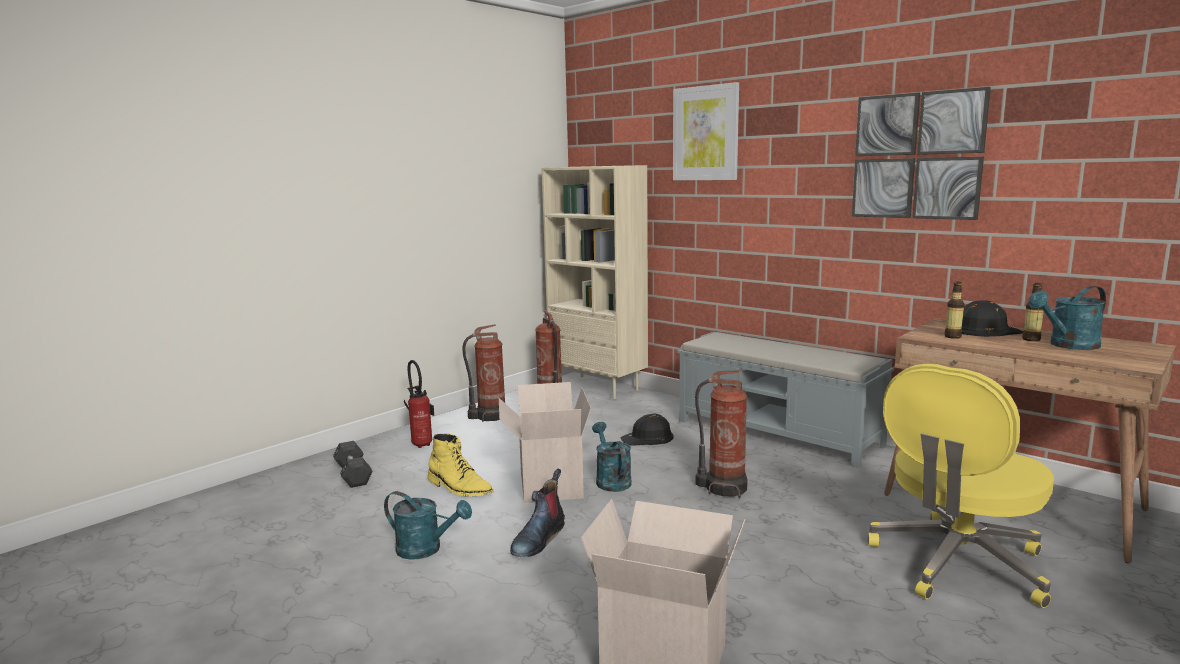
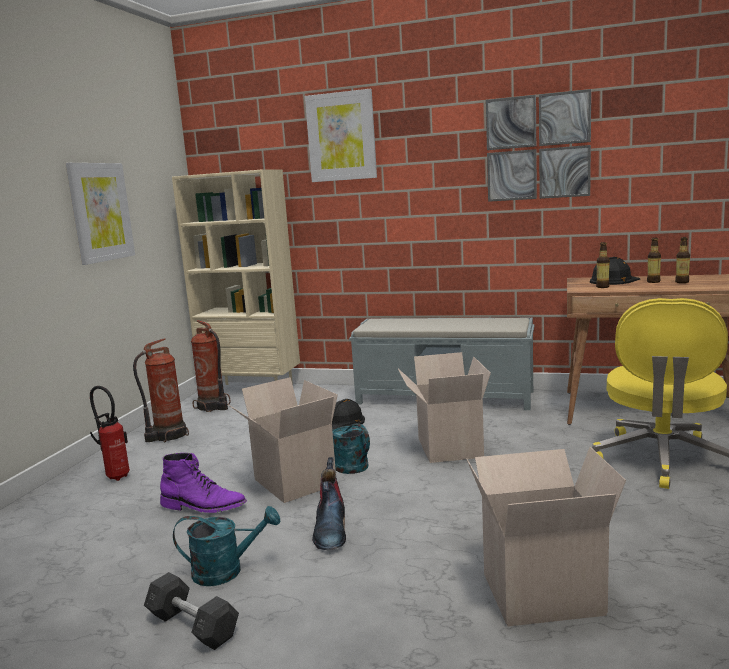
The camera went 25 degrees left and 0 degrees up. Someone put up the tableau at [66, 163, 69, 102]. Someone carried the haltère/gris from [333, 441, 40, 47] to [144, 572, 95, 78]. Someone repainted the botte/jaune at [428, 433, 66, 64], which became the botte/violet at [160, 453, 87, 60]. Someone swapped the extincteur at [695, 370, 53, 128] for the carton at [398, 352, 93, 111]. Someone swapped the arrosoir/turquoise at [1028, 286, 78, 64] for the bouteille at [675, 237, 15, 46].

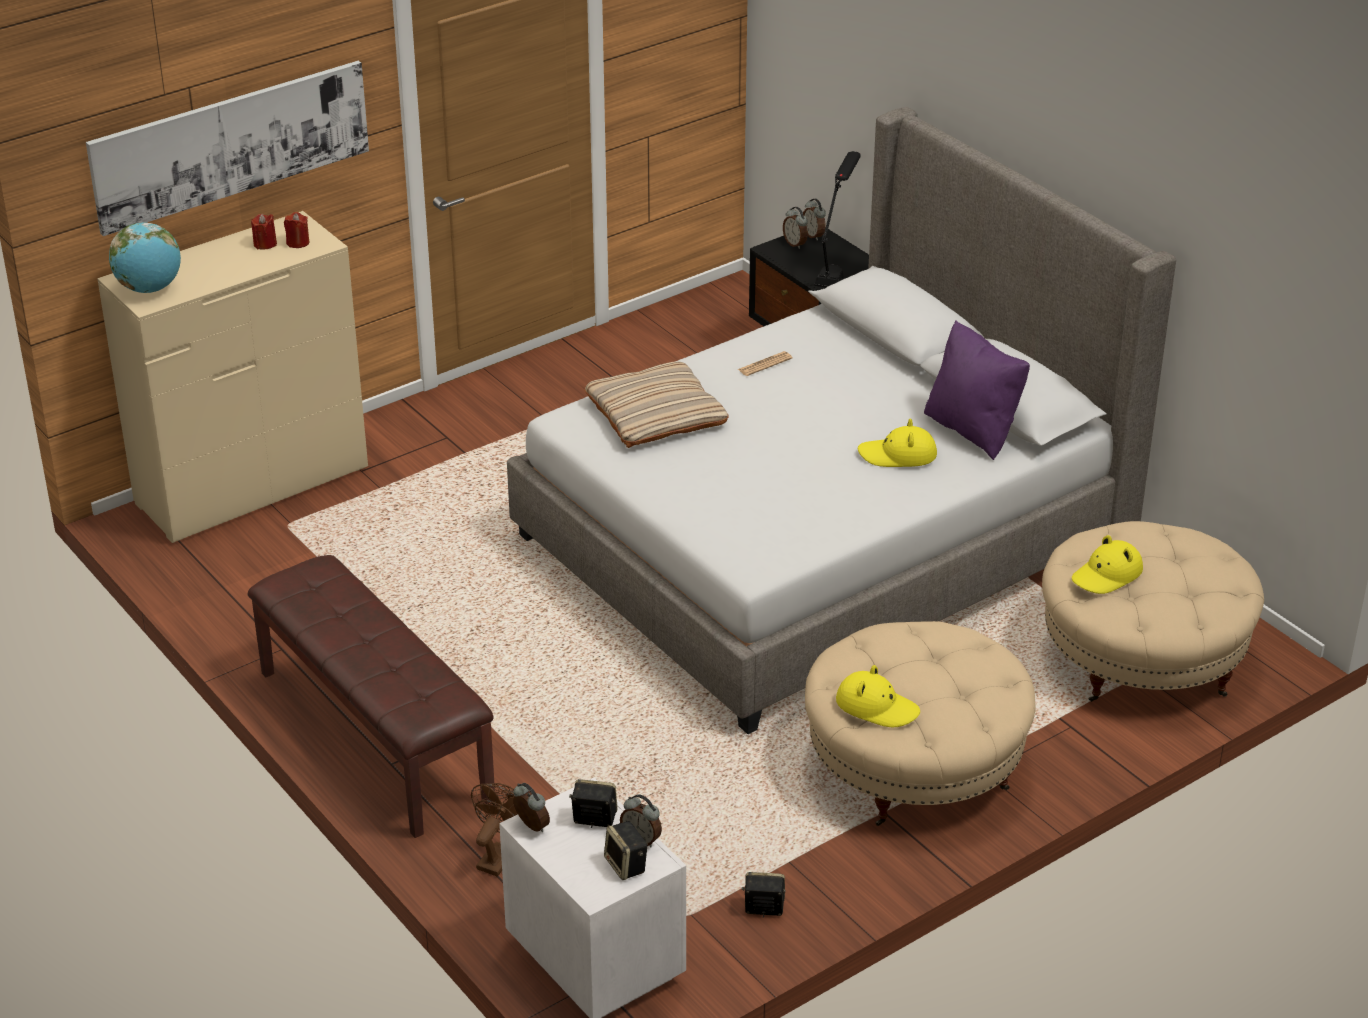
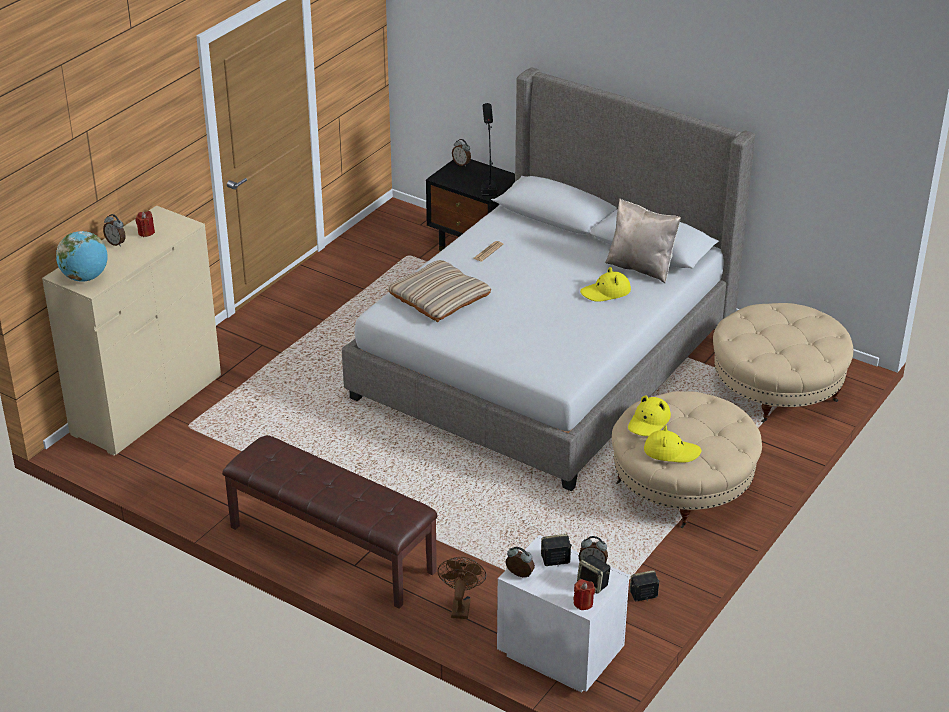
The camera went 20 degrees left and 0 degrees up. Someone carried the réveil from [783, 207, 25, 42] to [103, 214, 23, 33]. Someone carried the bougie/rouge from [284, 212, 26, 36] to [573, 579, 22, 31]. Someone repainted the coussin/violet at [924, 320, 106, 140], which became the coussin/beige at [605, 199, 76, 84]. Someone carried the chapeau/jaune from [1072, 535, 71, 59] to [628, 395, 43, 41]. Someone took away the tableau at [86, 61, 283, 175].

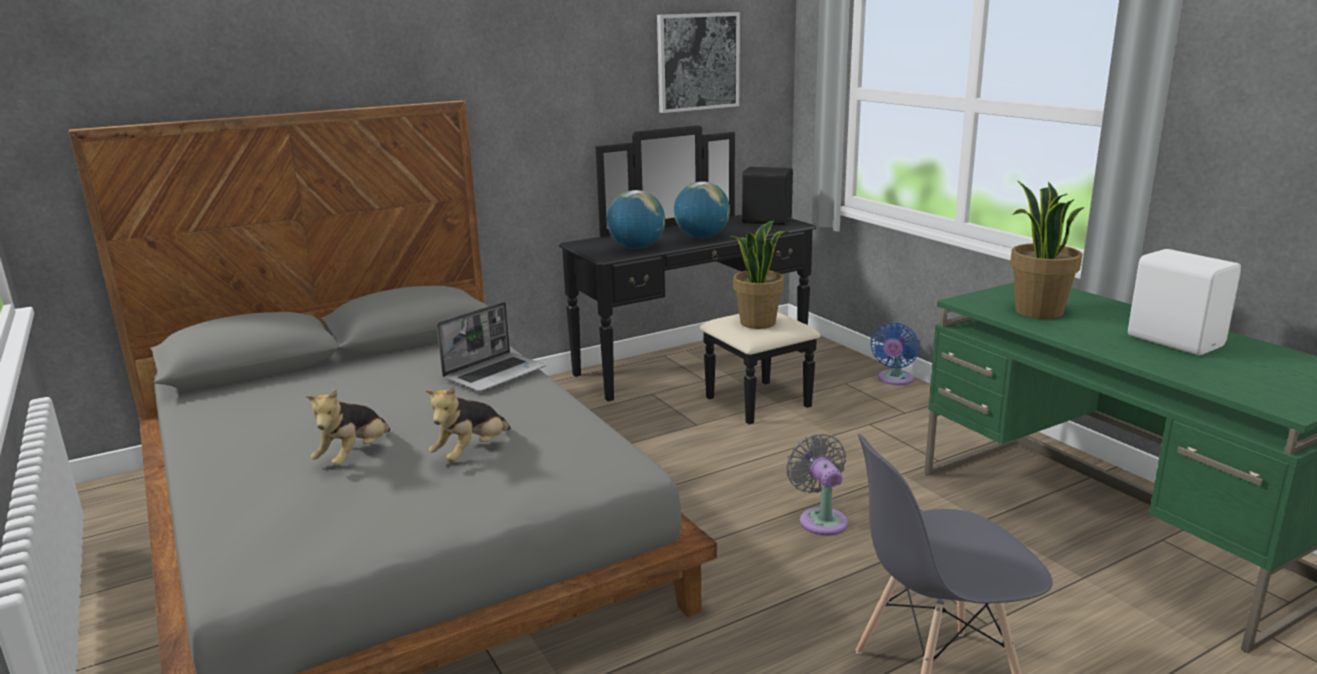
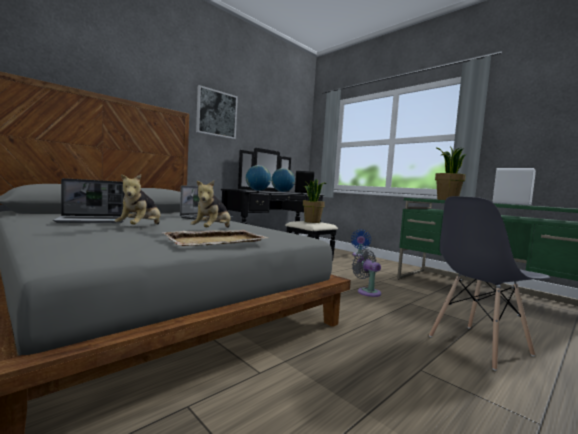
The camera went 15 degrees left and 15 degrees down. Someone put down the ordinateur portable at [53, 178, 72, 45]. Someone put down the plateau/beige at [162, 230, 107, 16]. Someone carried the tableau from [657, 12, 83, 101] to [196, 85, 42, 54].

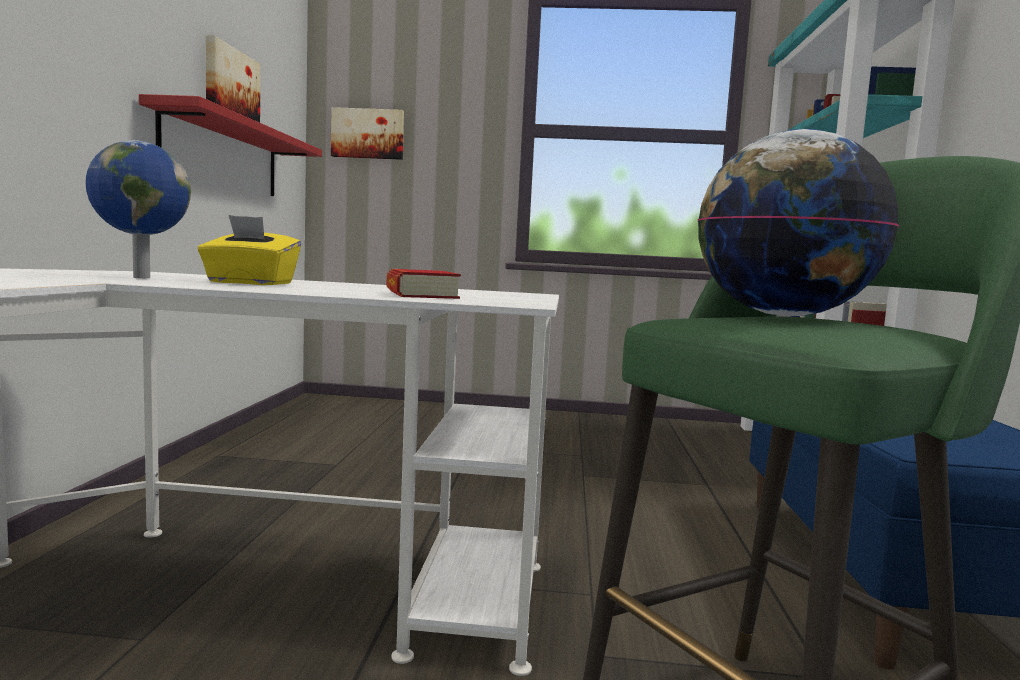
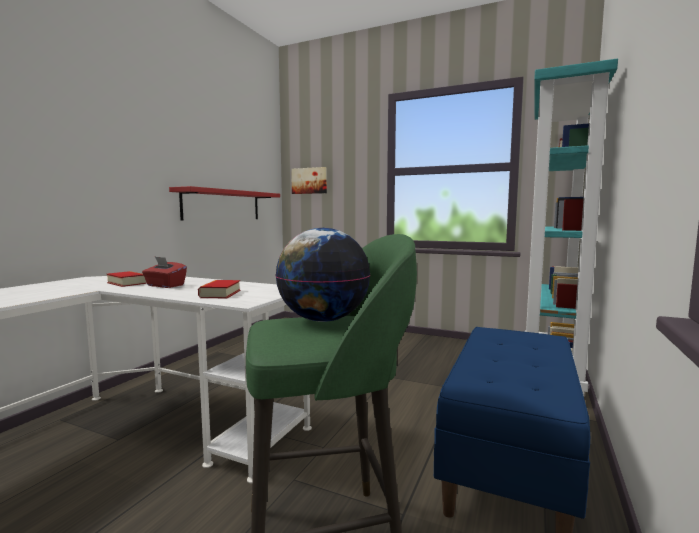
The camera went 20 degrees right and 0 degrees up. Someone swapped the globe at [85, 140, 106, 138] for the livre at [106, 271, 40, 16]. Someone repainted the boîte à mouchoirs/jaune at [198, 215, 103, 70], which became the boîte à mouchoirs/rouge at [142, 257, 45, 31]. Someone took away the tableau at [206, 35, 54, 87].

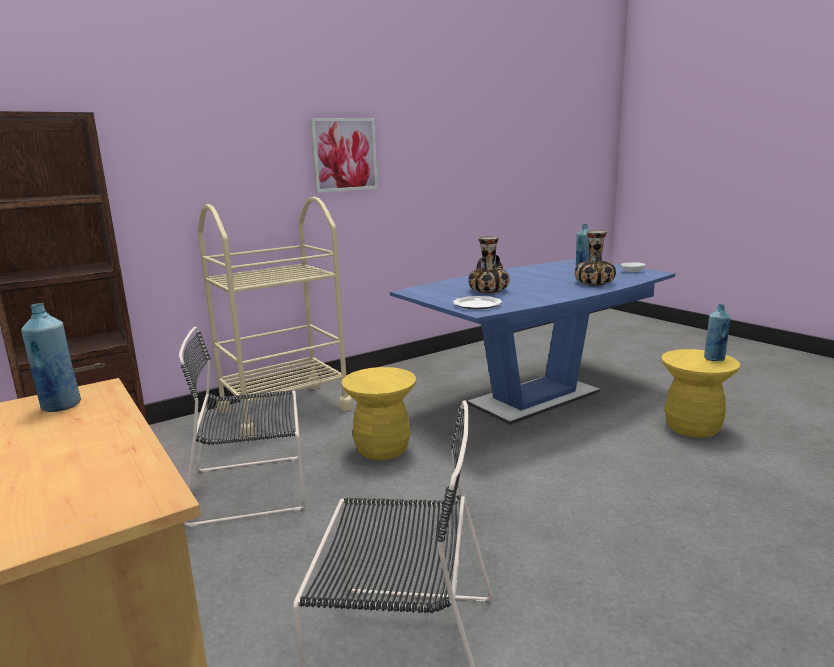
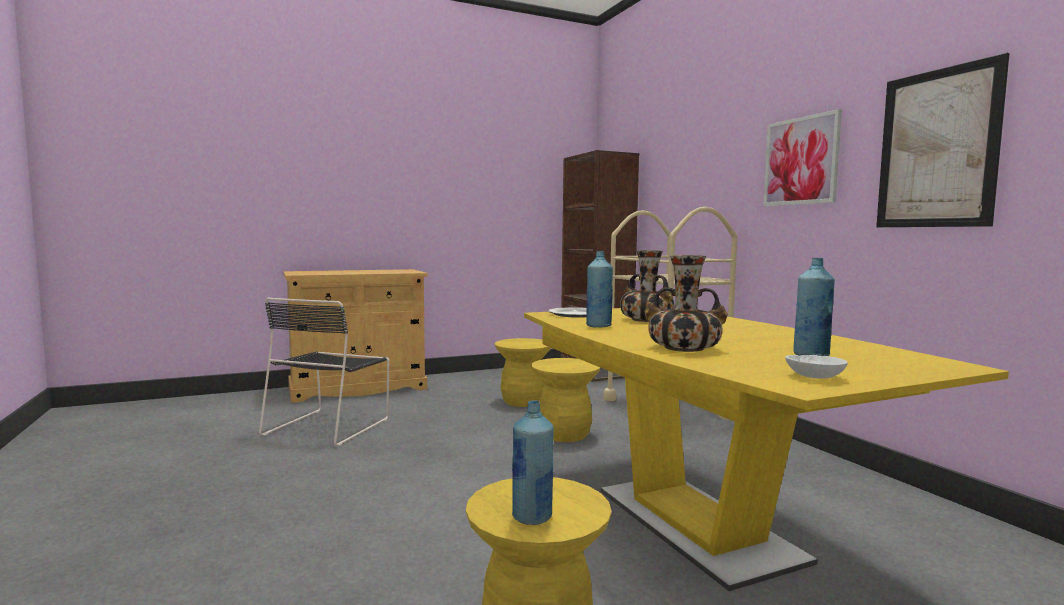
The camera went 100 degrees right and 10 degrees down. Someone swapped the chaise/noir at [179, 327, 127, 200] for the tabouret/jaune at [495, 338, 56, 69]. Someone repainted the table à manger/bleu at [390, 259, 285, 165], which became the table à manger/jaune at [524, 308, 485, 283]. Someone carried the bouteille/bleu from [21, 303, 60, 109] to [586, 251, 27, 77]. Someone put up the tableau at [876, 53, 134, 174].

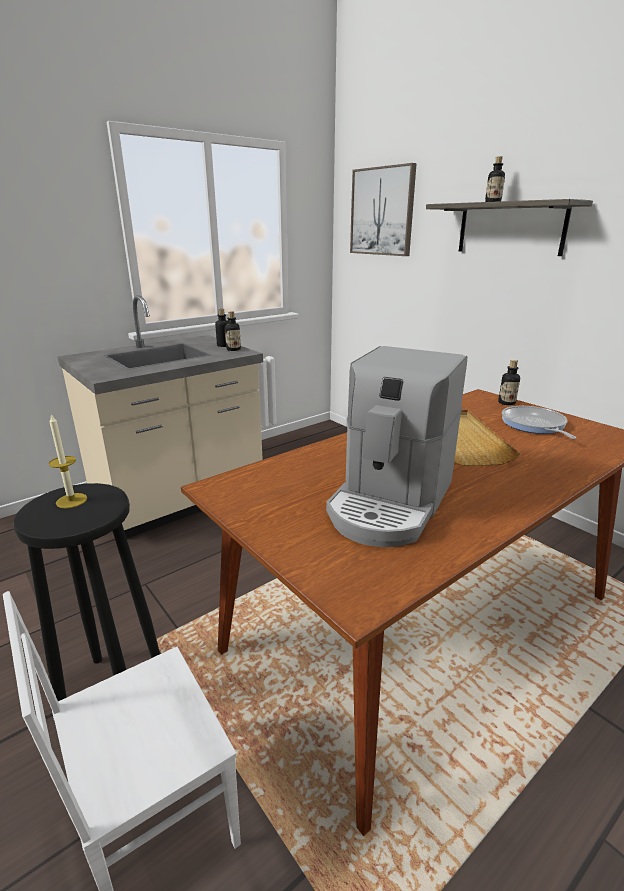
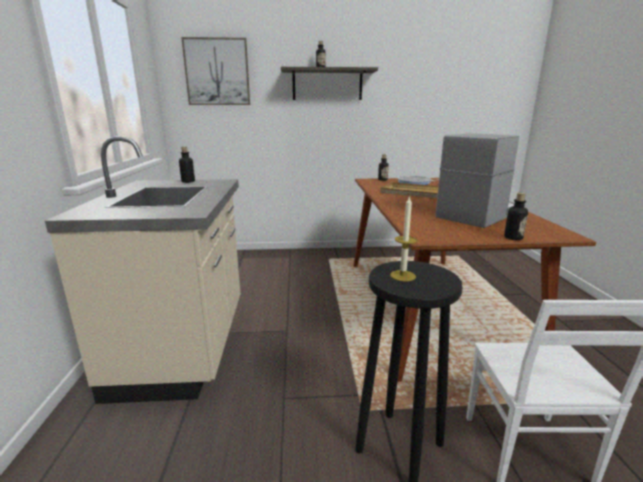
The camera went 55 degrees left and 5 degrees down. Someone rotated the machine à café at [326, 346, 141, 201] by 105 degrees counterclockwise. Someone carried the bouteille from [225, 312, 16, 39] to [504, 193, 24, 47].

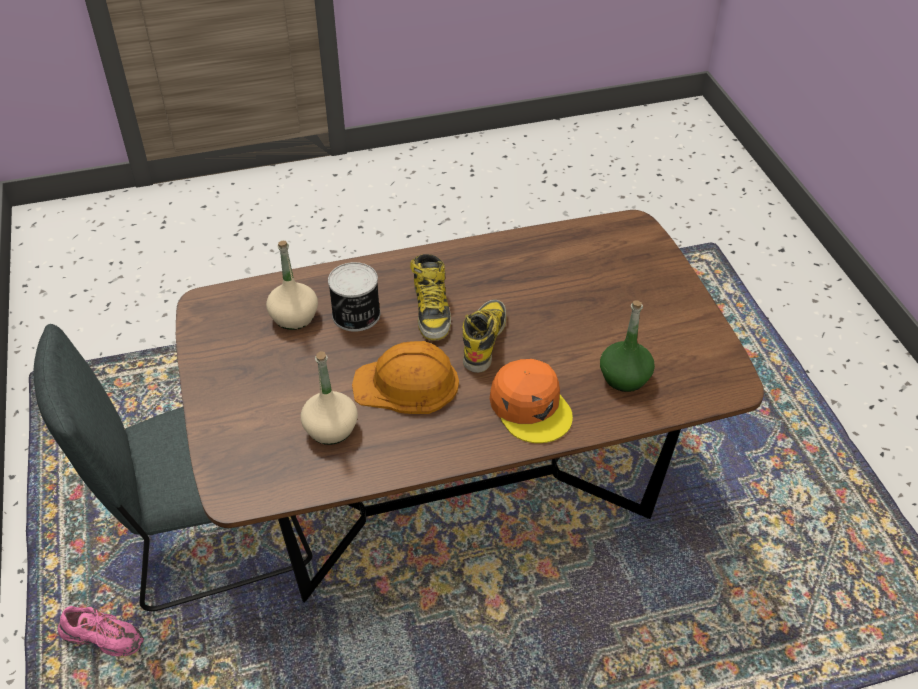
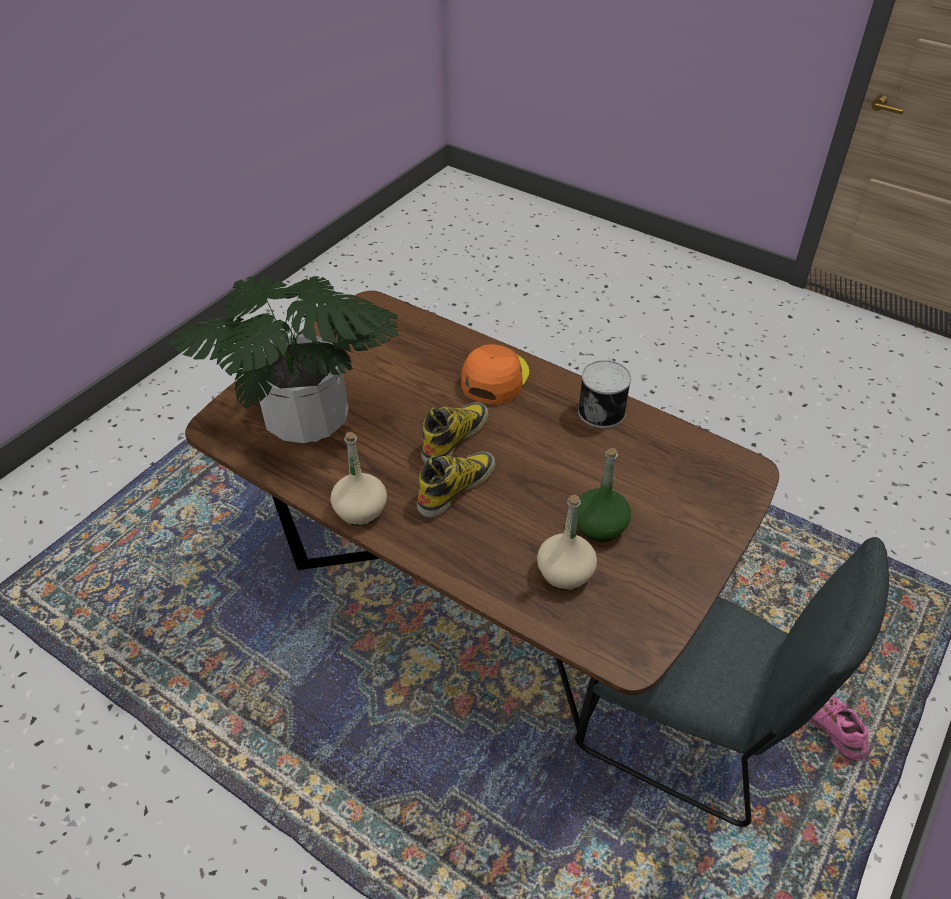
The camera went 130 degrees left and 0 degrees up. Someone put down the plante en pot at [168, 276, 231, 167]. Someone carried the bouteille/beige from [301, 351, 57, 94] to [331, 432, 56, 94]. Someone rotated the botte at [462, 300, 45, 73] by 150 degrees clockwise. Someone carried the bouteille/vert from [600, 300, 55, 92] to [577, 448, 54, 94]. Someone carried the boîte métallique from [328, 262, 52, 70] to [578, 360, 53, 68]. Someone took away the casque de chantier/orange at [352, 341, 107, 73].

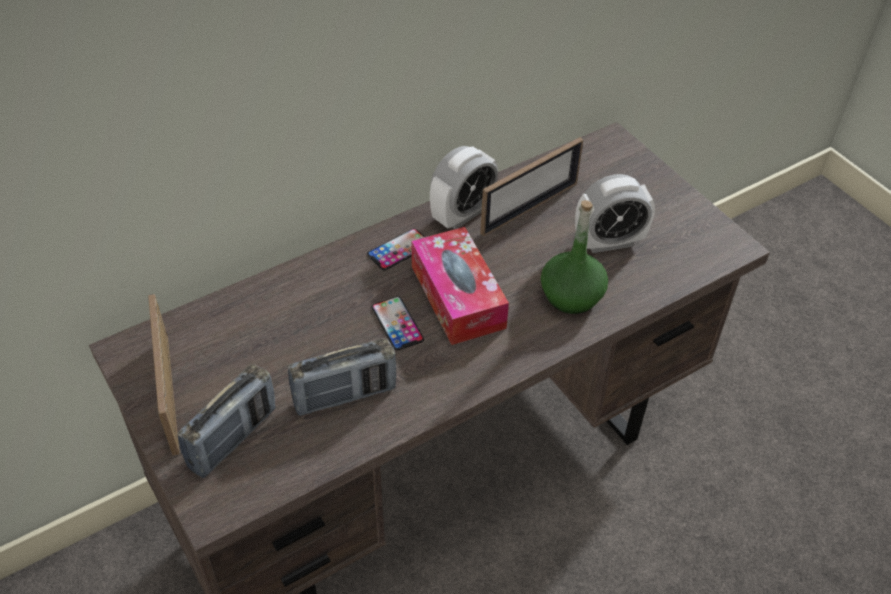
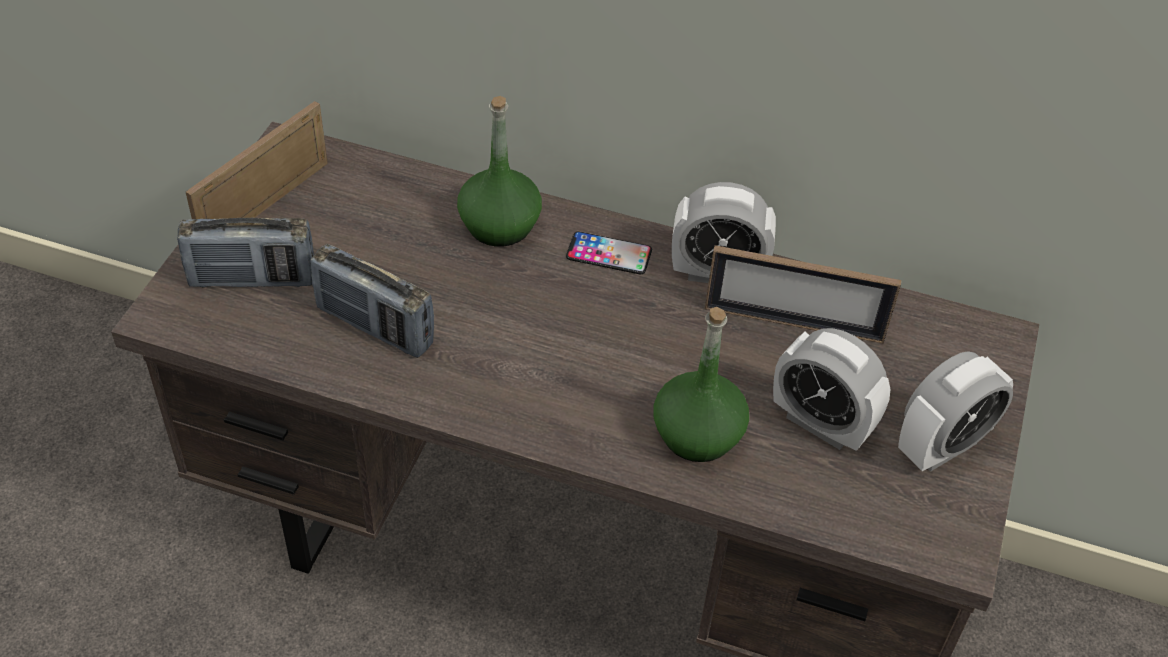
The camera went 50 degrees right and 0 degrees up. Someone put down the bouteille/vert at [457, 96, 85, 151]. Someone put down the réveil at [898, 351, 115, 121]. Someone took away the téléphone at [372, 296, 52, 55]. Someone took away the boîte à mouchoirs at [411, 227, 98, 118].

